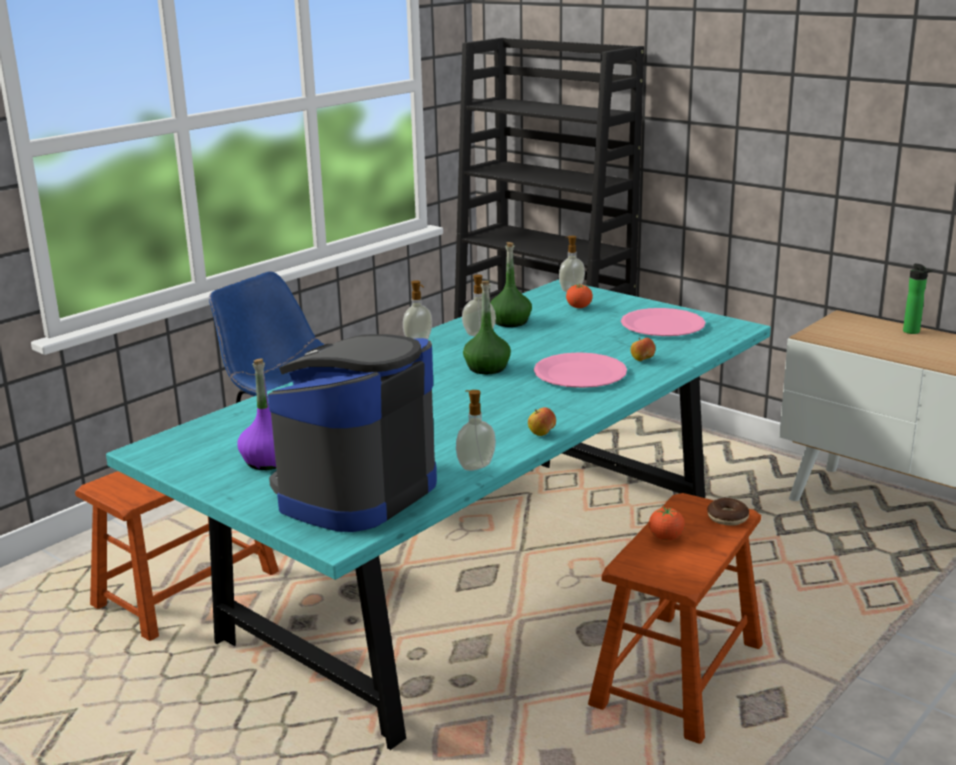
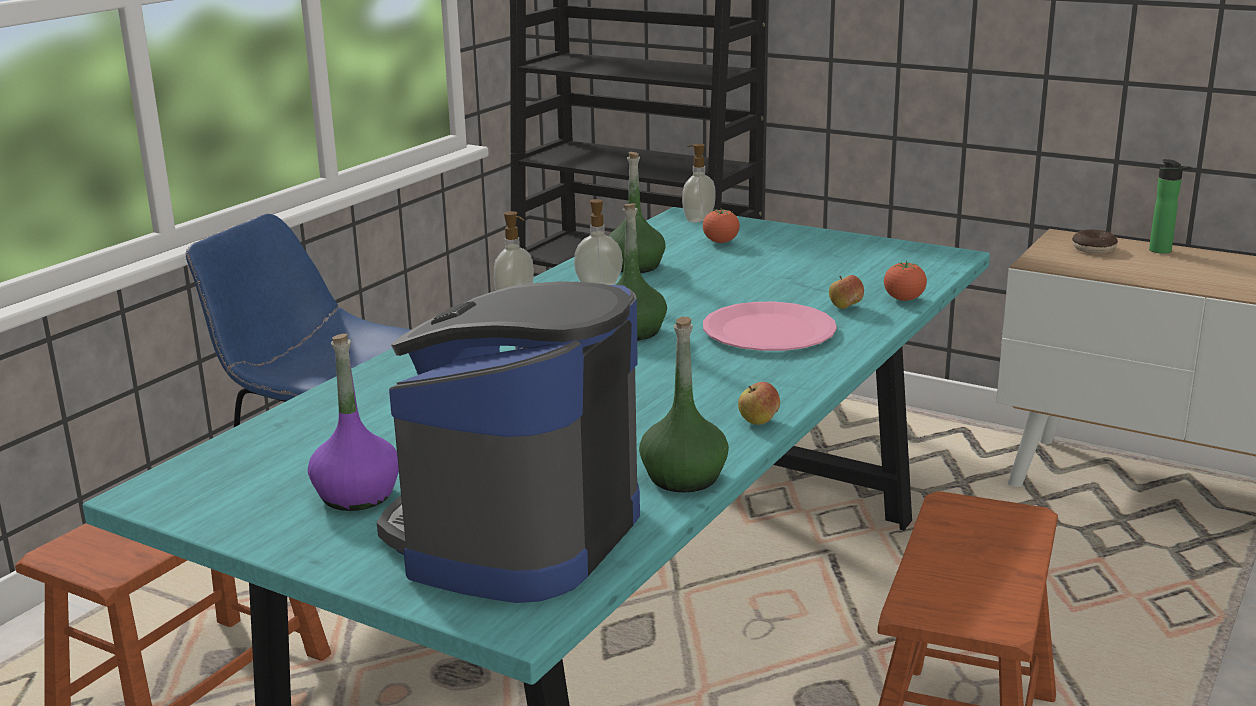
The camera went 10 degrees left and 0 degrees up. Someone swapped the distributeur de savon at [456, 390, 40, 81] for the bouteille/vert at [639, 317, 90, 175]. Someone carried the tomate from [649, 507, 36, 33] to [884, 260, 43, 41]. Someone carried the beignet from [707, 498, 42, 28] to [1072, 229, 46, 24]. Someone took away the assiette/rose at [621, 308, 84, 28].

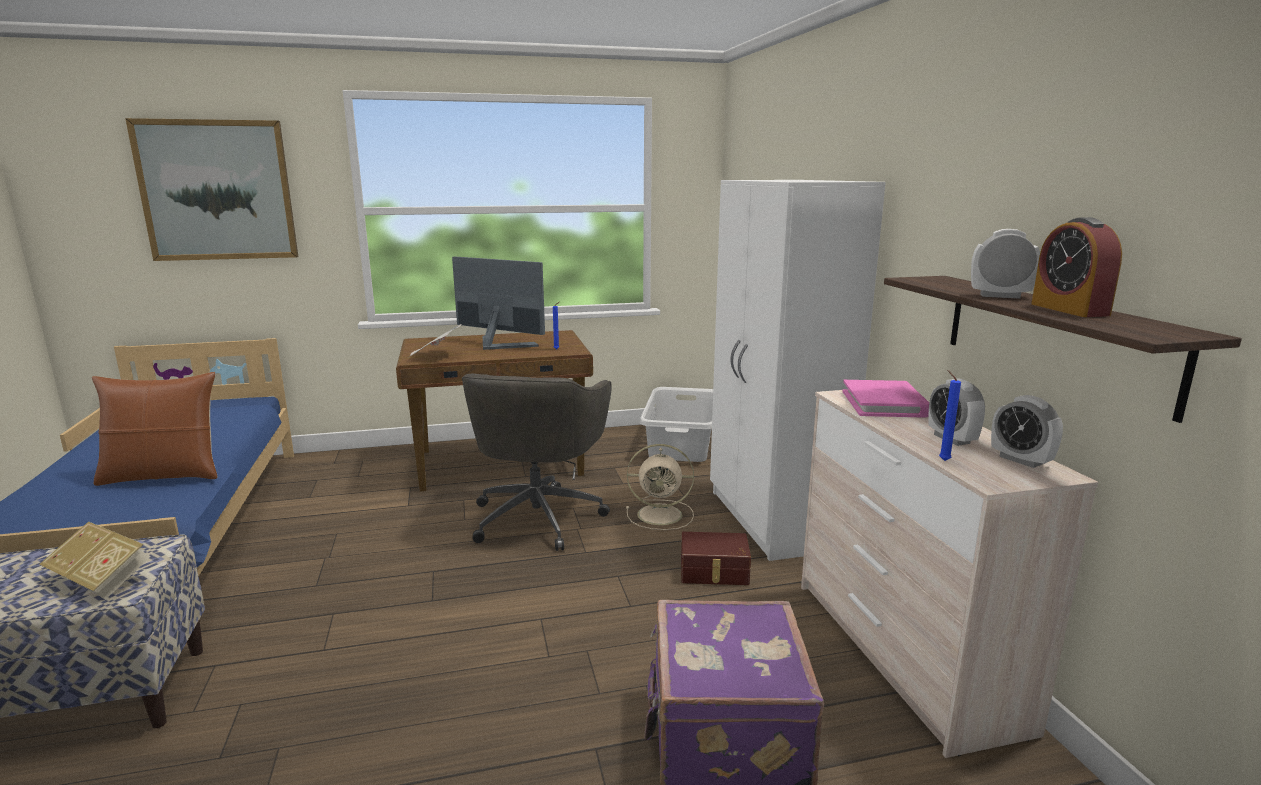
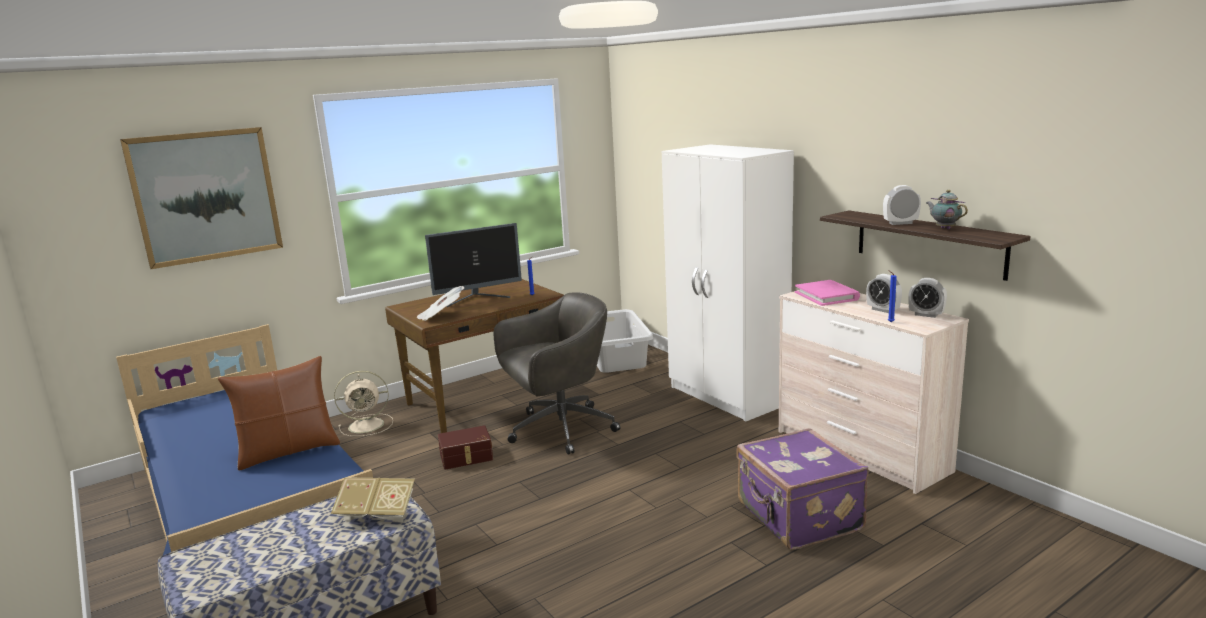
The camera went 20 degrees left and 0 degrees up. Someone carried the ventilateur/beige from [626, 444, 68, 86] to [334, 371, 59, 66]. Someone rotated the écran d'ordinateur at [452, 257, 93, 93] by 150 degrees clockwise. Someone carried the boîte de rangement/marron from [681, 532, 70, 53] to [438, 425, 55, 45]. Someone rotated the chaise de bureau/gris at [462, 374, 149, 177] by 105 degrees counterclockwise. Someone swapped the réveil at [1031, 217, 91, 100] for the théière at [926, 190, 42, 39].

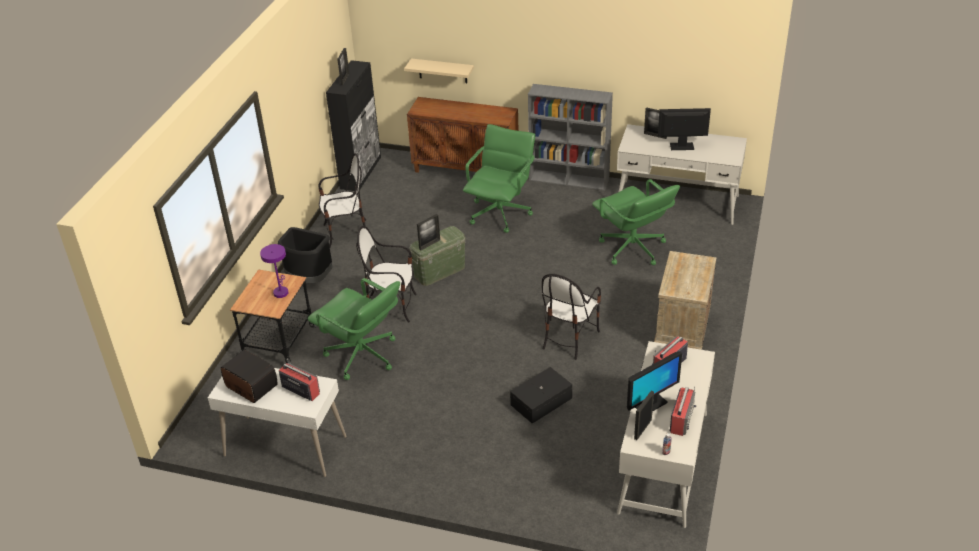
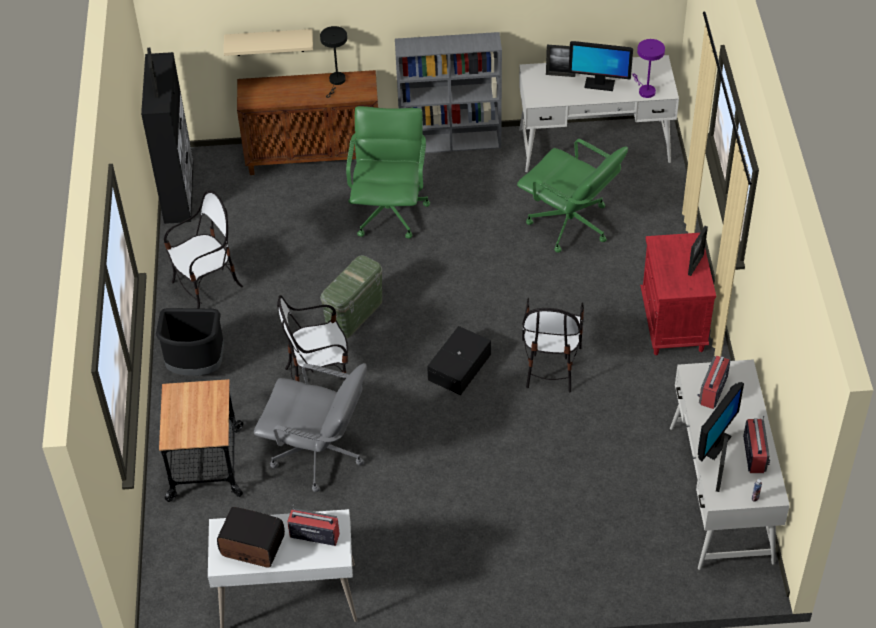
The camera went 20 degrees left and 10 degrees up. Someone repainted the chaise de bureau/vert at [308, 278, 92, 102], which became the chaise de bureau/gris at [254, 363, 113, 129]. Someone put down the lampe de table/noir at [320, 26, 27, 72]. Someone carried the boîte de rangement/noir from [510, 367, 62, 57] to [427, 326, 64, 69]. Someone rotated the écran d'ordinateur at [658, 108, 53, 42] by 150 degrees counterclockwise. Someone carried the lampe de table/violet from [260, 244, 28, 54] to [632, 39, 33, 59]. Someone repainted the table de chevet/beige at [654, 251, 63, 99], which became the table de chevet/rouge at [640, 233, 76, 122]. Someone carried the cadre photo from [417, 214, 23, 36] to [688, 226, 20, 50].

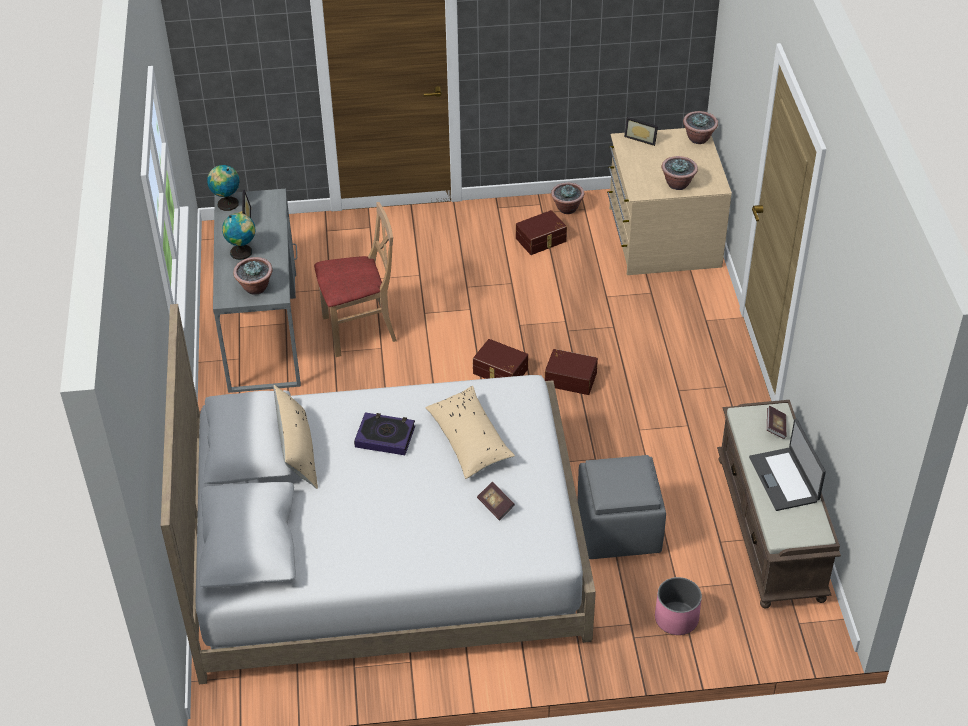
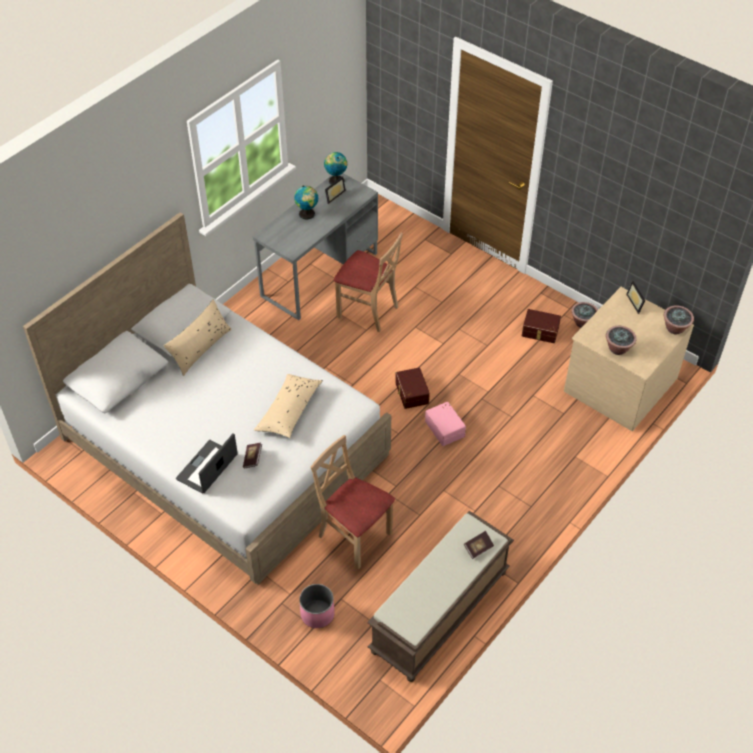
The camera went 45 degrees right and 5 degrees up. Someone carried the ordinateur portable from [749, 419, 77, 92] to [176, 433, 62, 61]. Someone swapped the pouf/gris at [578, 455, 88, 104] for the chaise/beige at [311, 435, 84, 134]. Someone repainted the boîte de rangement/marron at [545, 349, 53, 46], which became the boîte de rangement/rose at [425, 402, 41, 44]. Someone took away the plante en pot at [233, 257, 40, 38]. Someone took away the livre at [354, 412, 61, 43].

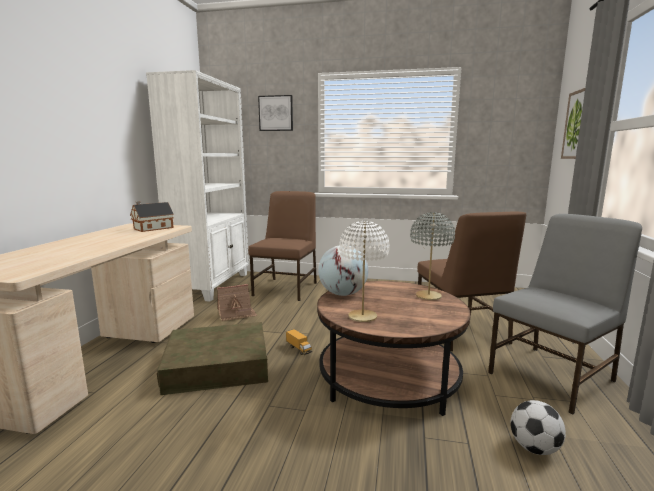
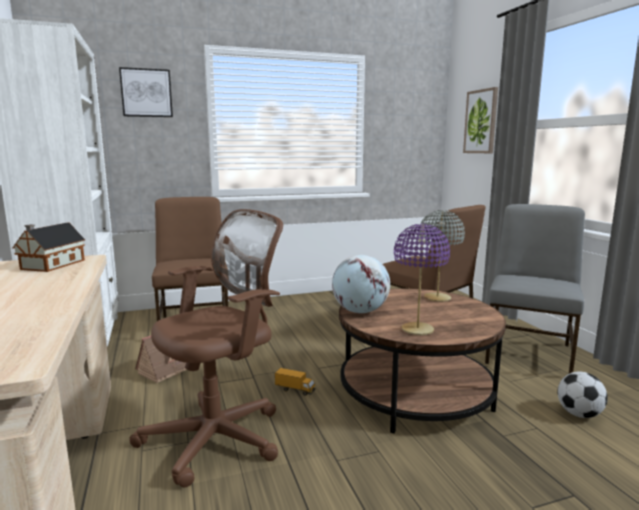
The camera went 30 degrees left and 0 degrees up. Someone swapped the boîte de rangement/marron at [157, 322, 111, 73] for the chaise de bureau/marron at [129, 209, 154, 279]. Someone repainted the lampe de table/blanc at [339, 221, 51, 101], which became the lampe de table/violet at [394, 224, 56, 111].

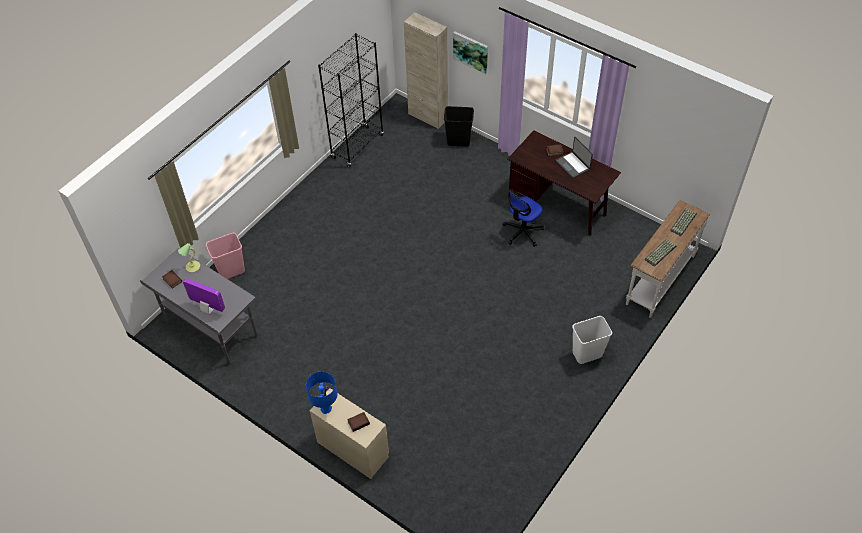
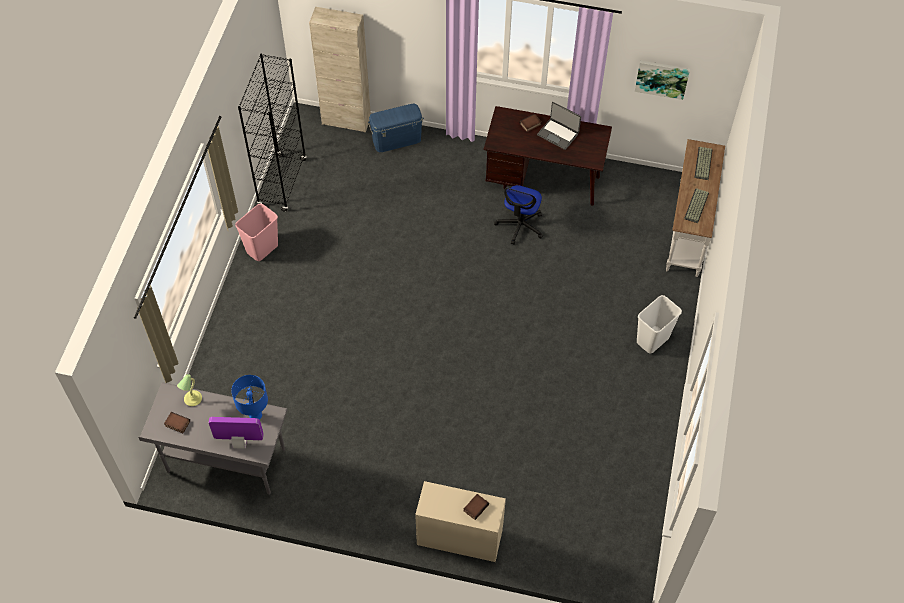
The camera went 25 degrees left and 5 degrees up. Someone carried the lampe de table/bleu from [306, 372, 31, 42] to [231, 375, 37, 44]. Someone carried the poubelle/rose from [206, 233, 39, 46] to [235, 204, 43, 57]. Someone swapped the poubelle/noir at [444, 106, 30, 41] for the boîte de rangement/bleu at [368, 104, 56, 48]. Someone carried the tableau from [453, 32, 35, 42] to [635, 60, 55, 40].

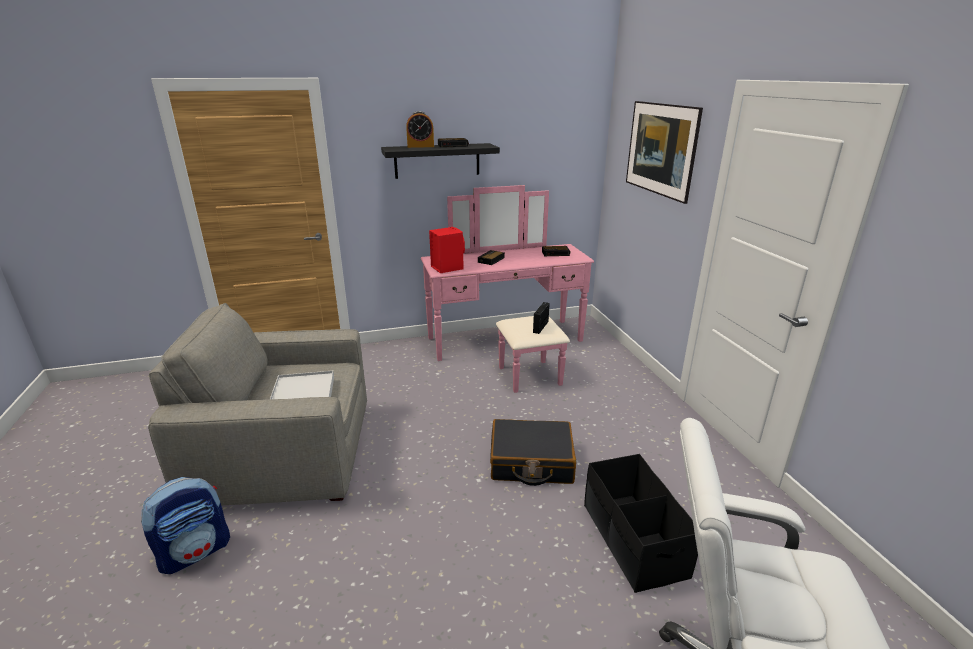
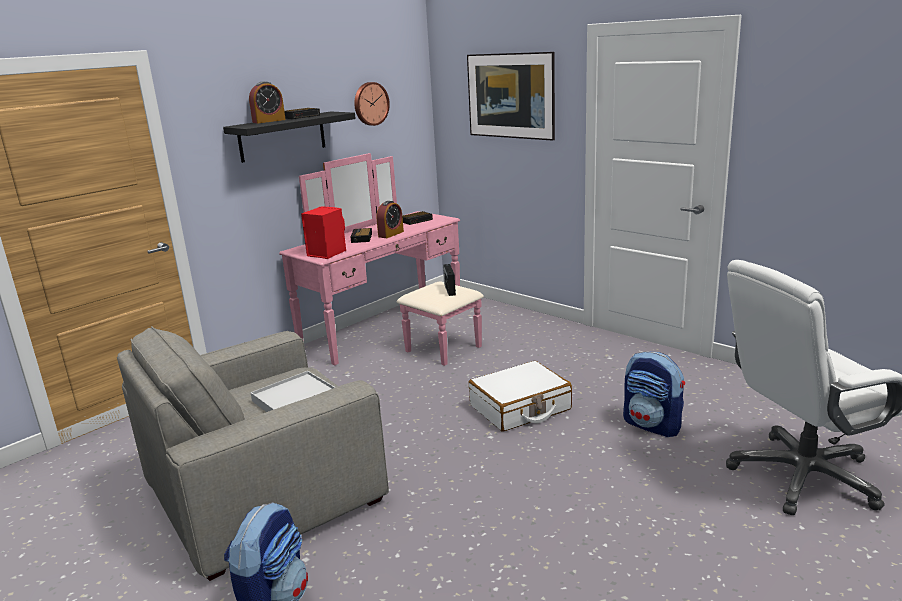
The camera went 30 degrees left and 5 degrees down. Someone put up the horloge murale at [354, 82, 36, 44]. Someone put down the réveil at [376, 201, 28, 37]. Someone repainted the valise/noir at [490, 419, 86, 67], which became the valise/blanc at [469, 361, 103, 70]. Someone swapped the boîte de rangement/noir at [584, 454, 114, 139] for the sac à dos at [623, 351, 62, 86].

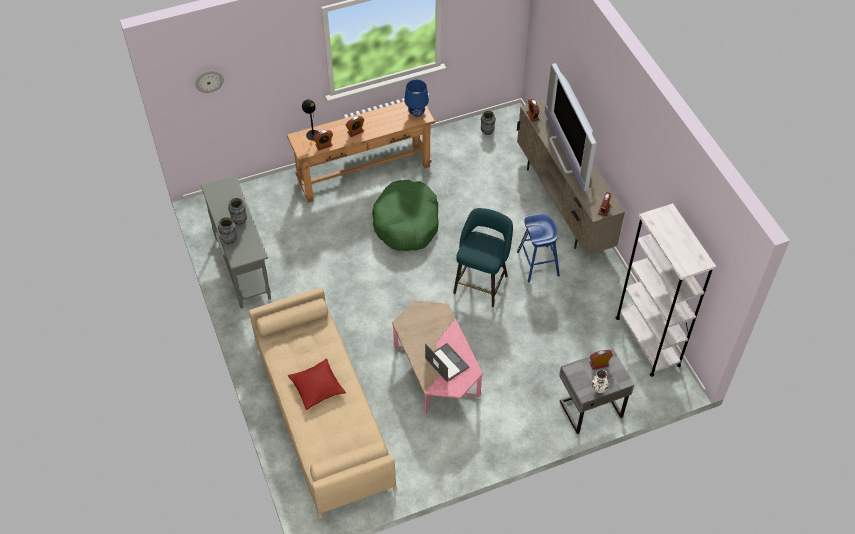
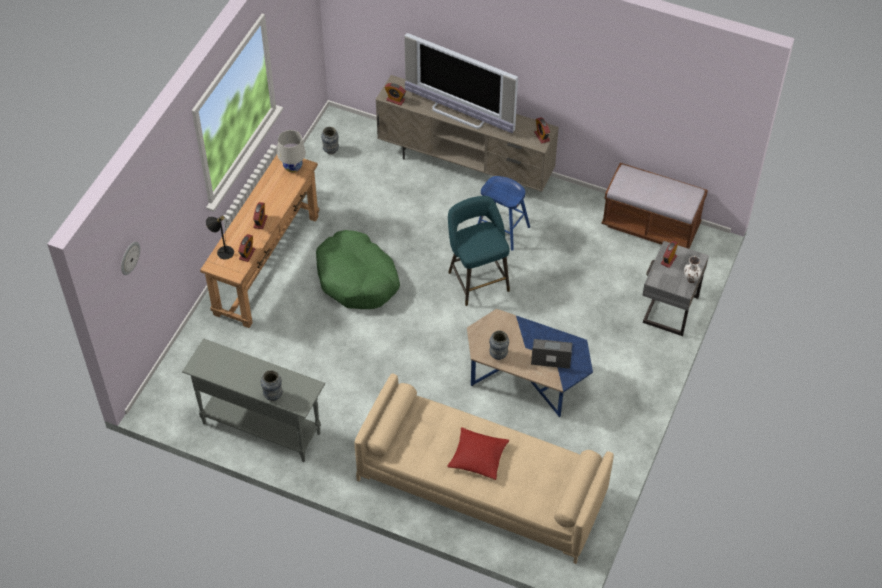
The camera went 45 degrees left and 0 degrees up. Someone repainted the lampe de table/bleu at [404, 79, 25, 38], which became the lampe de table/blanc at [277, 130, 29, 42]. Someone repainted the table basse/rose at [392, 300, 91, 115], which became the table basse/bleu at [467, 309, 126, 108]. Someone carried the vase from [228, 198, 19, 27] to [489, 330, 20, 30]. Someone swapped the bibliothèque/blanc at [616, 203, 100, 174] for the banc/marron at [601, 163, 107, 86].

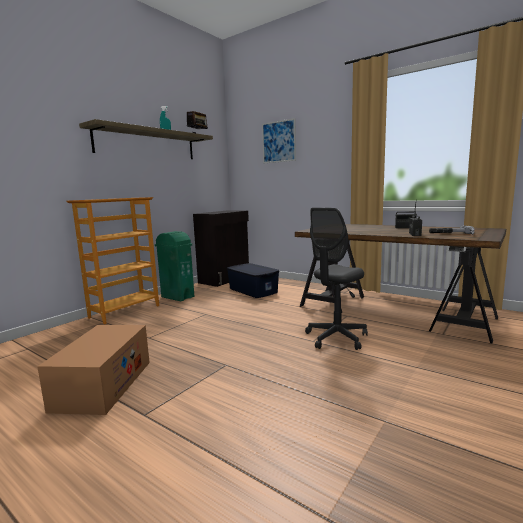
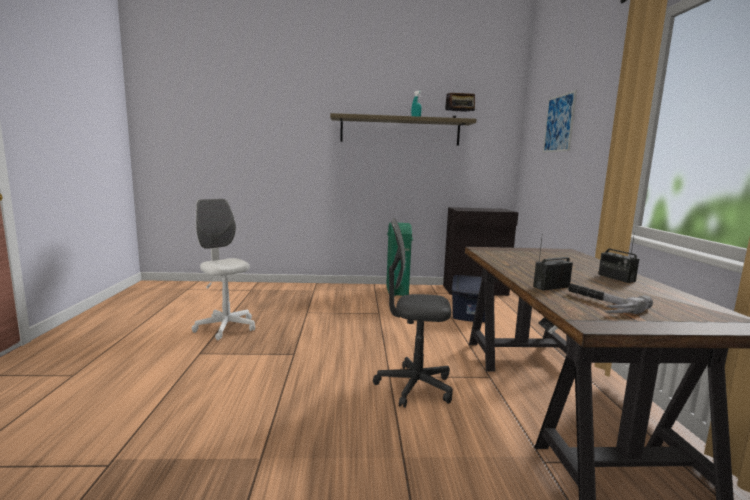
The camera went 50 degrees right and 0 degrees up. Someone swapped the carton at [37, 325, 113, 90] for the chaise de bureau/blanc at [192, 199, 63, 141]. Someone took away the bibliothèque at [67, 197, 92, 127].

